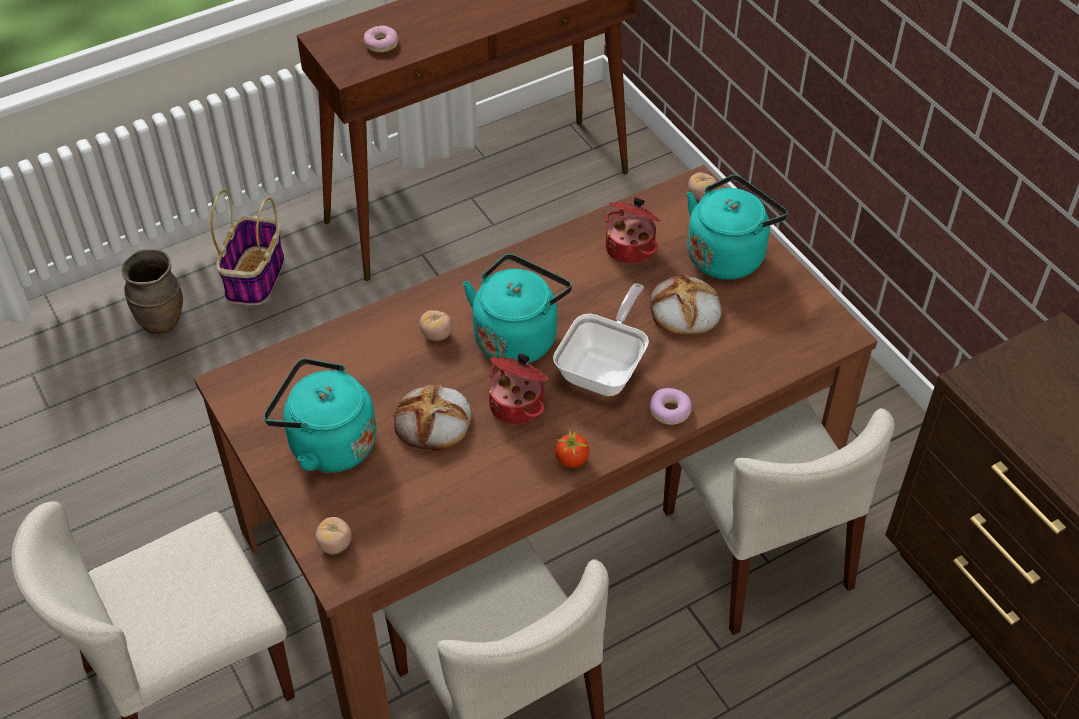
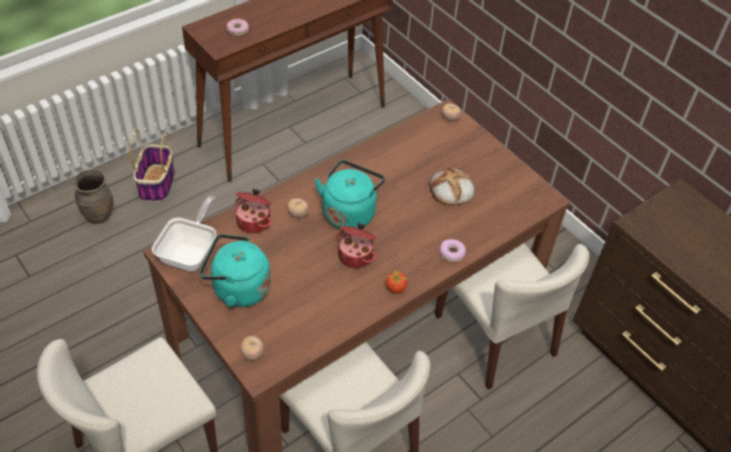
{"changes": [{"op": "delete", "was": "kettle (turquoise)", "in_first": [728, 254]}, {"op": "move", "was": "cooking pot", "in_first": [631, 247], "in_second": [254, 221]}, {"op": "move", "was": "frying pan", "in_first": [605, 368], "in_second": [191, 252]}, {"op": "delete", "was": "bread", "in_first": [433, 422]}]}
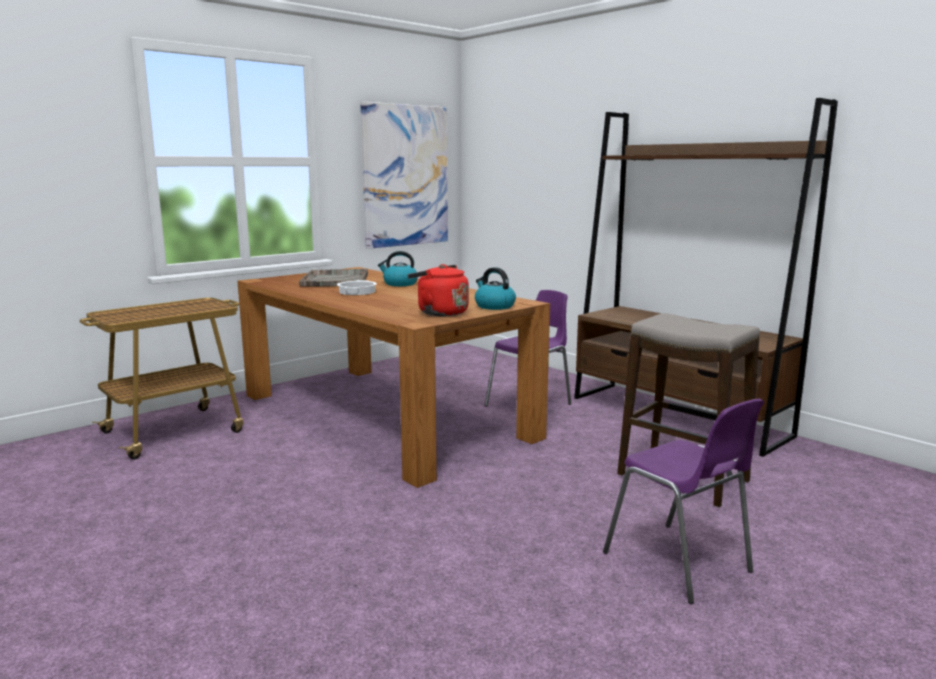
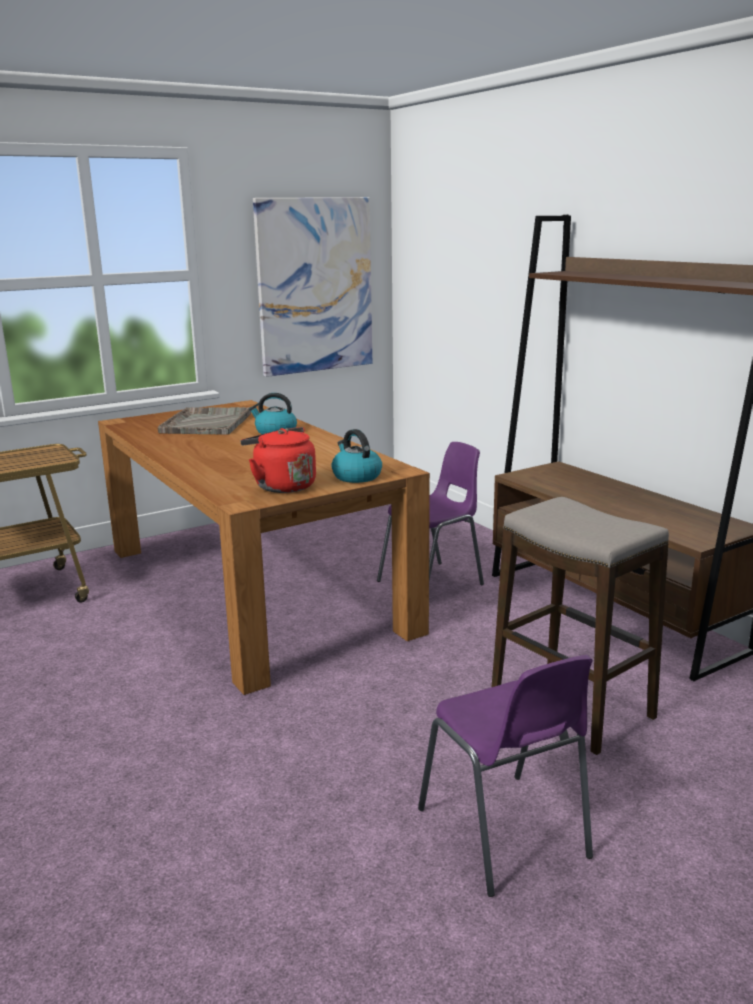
{"changes": [{"op": "delete", "was": "cooking pot", "in_first": [357, 292]}]}
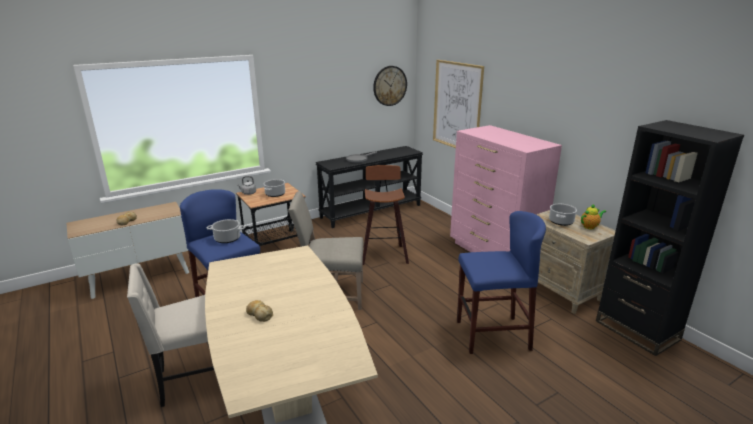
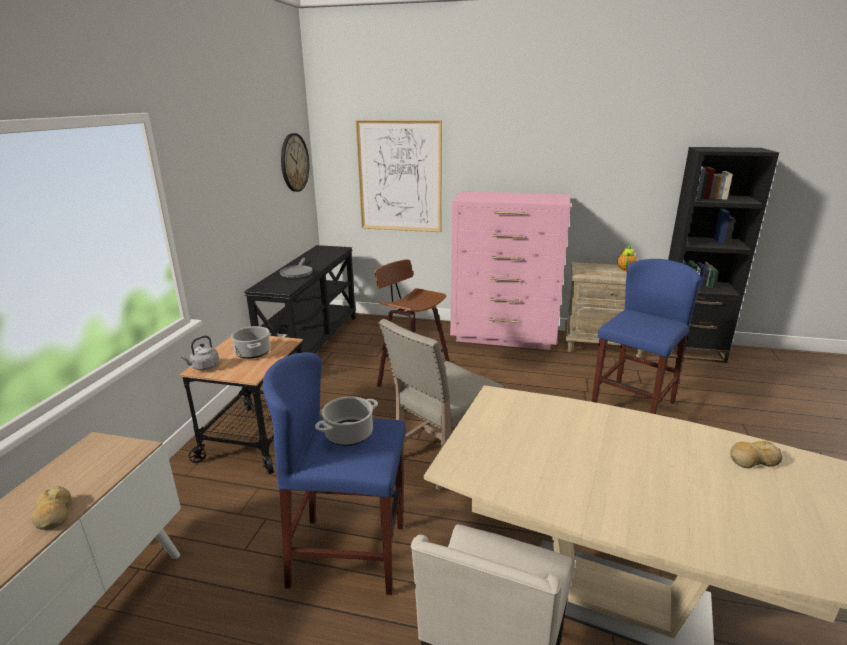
{"changes": [{"op": "delete", "was": "cooking pot", "in_first": [561, 222]}, {"op": "move", "was": "bread", "in_first": [259, 314], "in_second": [752, 460]}]}
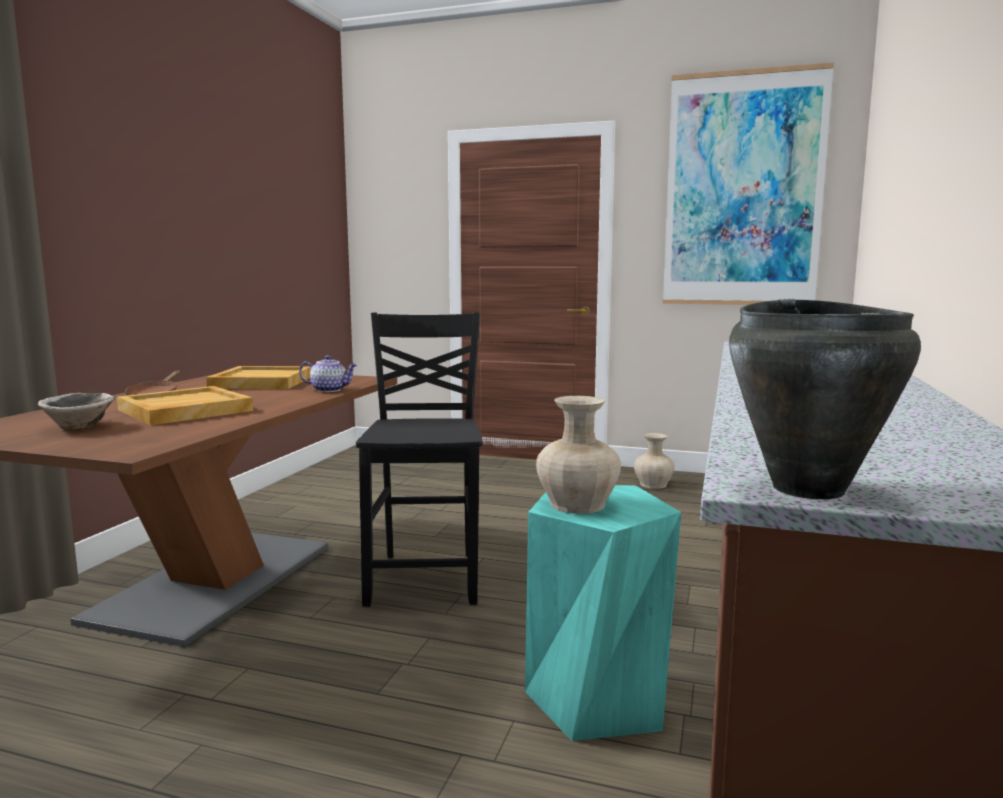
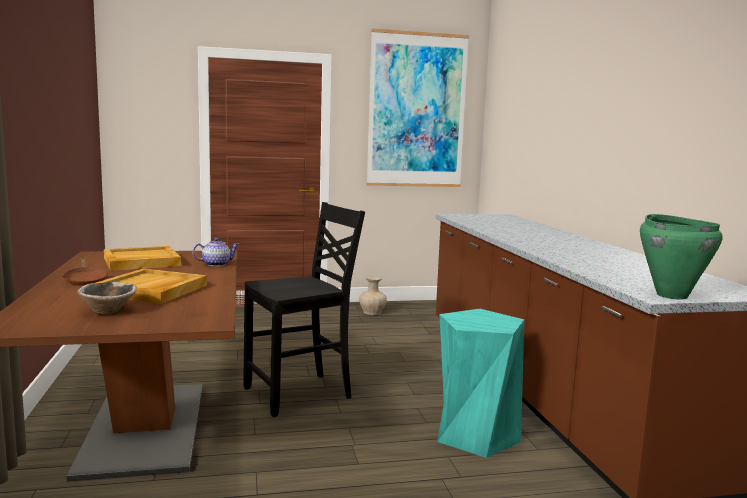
{"changes": [{"op": "recolor", "was": "cooking pot (black)", "now": "cooking pot (green)", "in_first": [809, 488], "in_second": [671, 295]}, {"op": "rotate", "was": "chair (black)", "in_first": [426, 577], "in_second": [300, 394], "clockwise": 90}, {"op": "delete", "was": "vase (beige)", "in_first": [577, 505]}]}
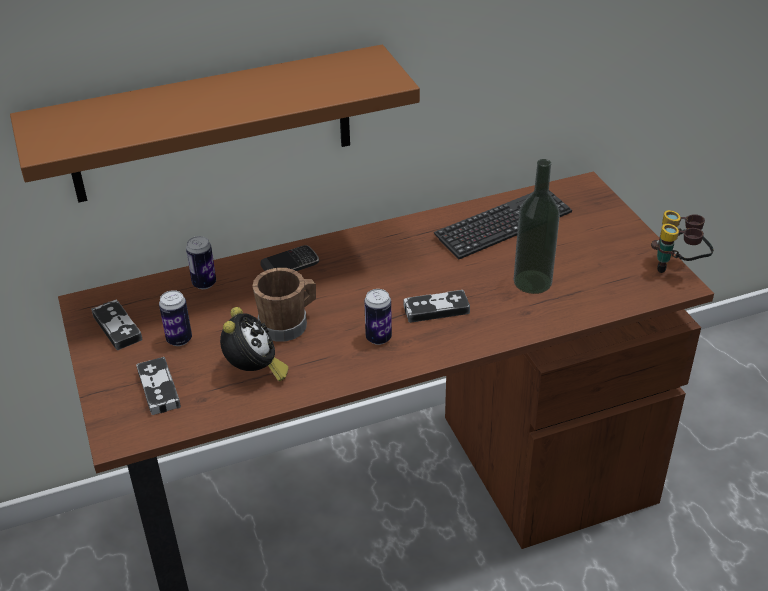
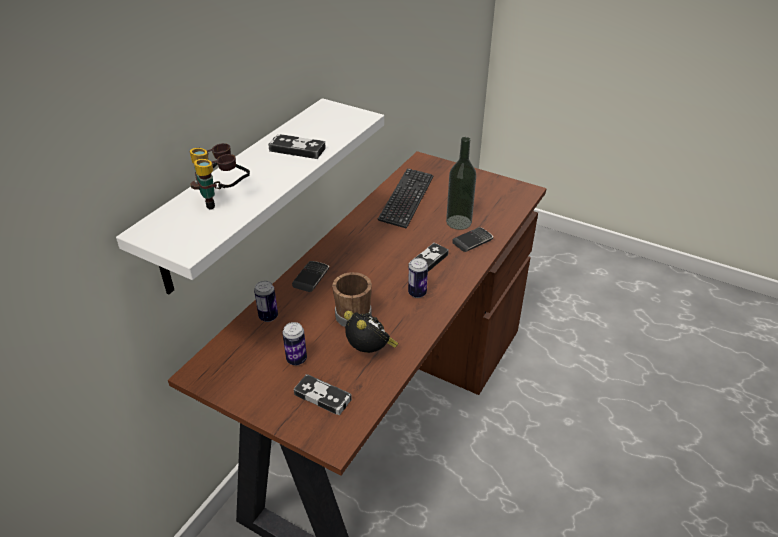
{"changes": [{"op": "recolor", "was": "shelf (brown)", "now": "shelf (white)", "in_first": [211, 125], "in_second": [240, 194]}, {"op": "move", "was": "binoculars", "in_first": [678, 267], "in_second": [224, 199]}, {"op": "move", "was": "game controller", "in_first": [117, 327], "in_second": [297, 149]}, {"op": "insert", "now": "phone", "in_second": [472, 241]}]}
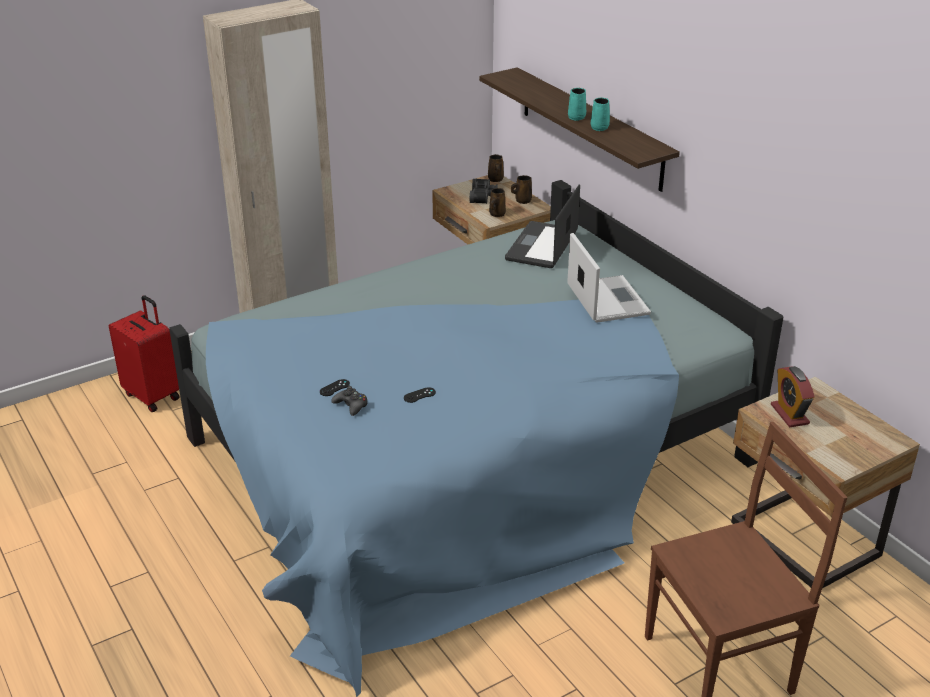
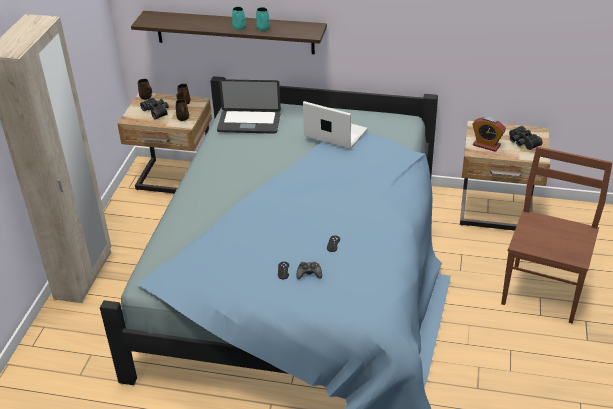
{"changes": [{"op": "rotate", "was": "laptop", "in_first": [542, 246], "in_second": [249, 123], "clockwise": -60}, {"op": "delete", "was": "suitcase (red)", "in_first": [153, 395]}, {"op": "insert", "now": "binoculars (black)", "in_second": [522, 143]}]}
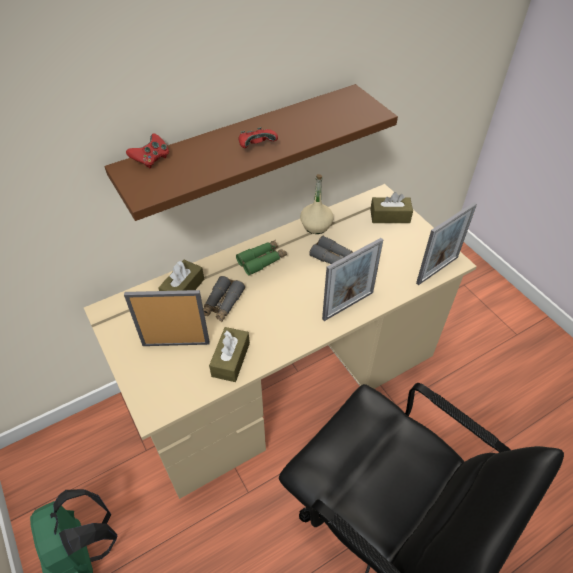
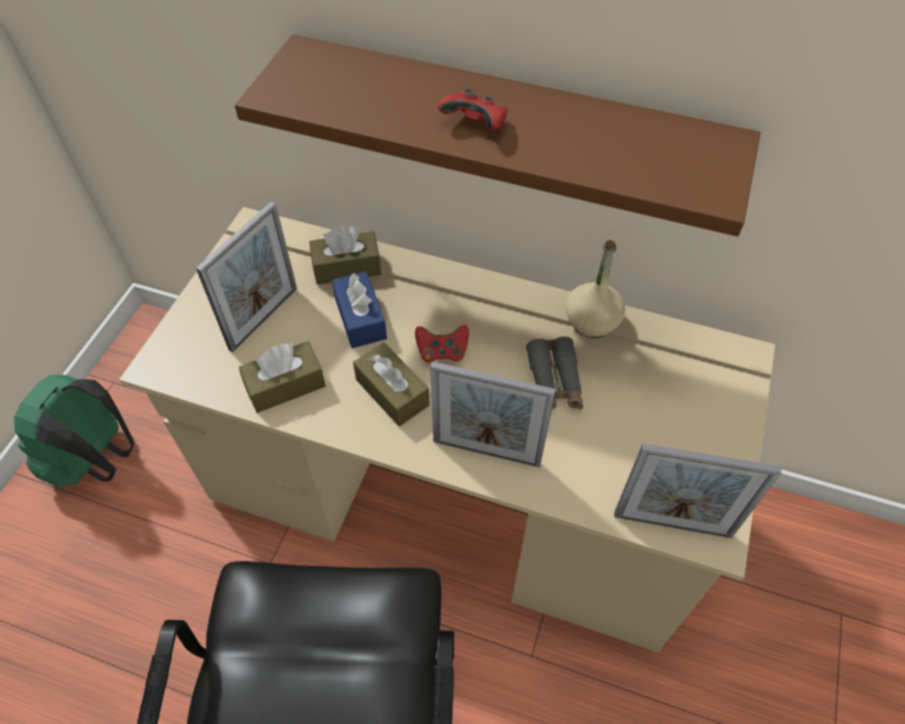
{"changes": [{"op": "move", "was": "game controller (red)", "in_first": [151, 159], "in_second": [442, 352]}, {"op": "move", "was": "tissue box (brown)", "in_first": [390, 216], "in_second": [392, 392]}, {"op": "delete", "was": "binoculars (green)", "in_first": [262, 260]}, {"op": "replace", "was": "binoculars (grey)", "now": "tissue box (blue)", "in_first": [222, 304], "in_second": [360, 318]}, {"op": "rotate", "was": "picture frame", "in_first": [176, 343], "in_second": [264, 318], "clockwise": 75}]}
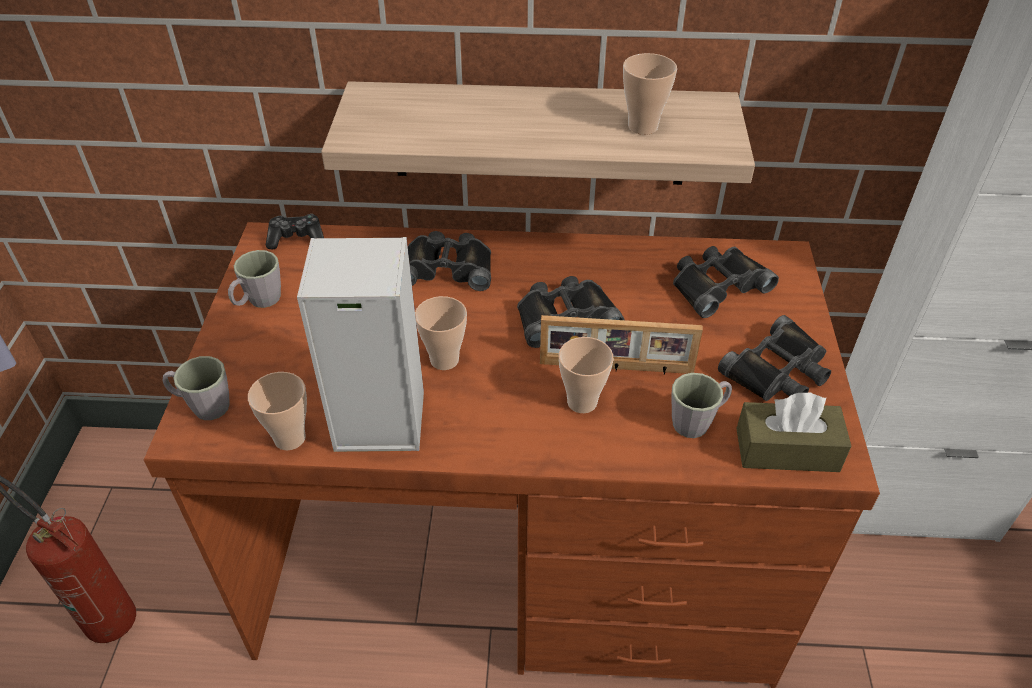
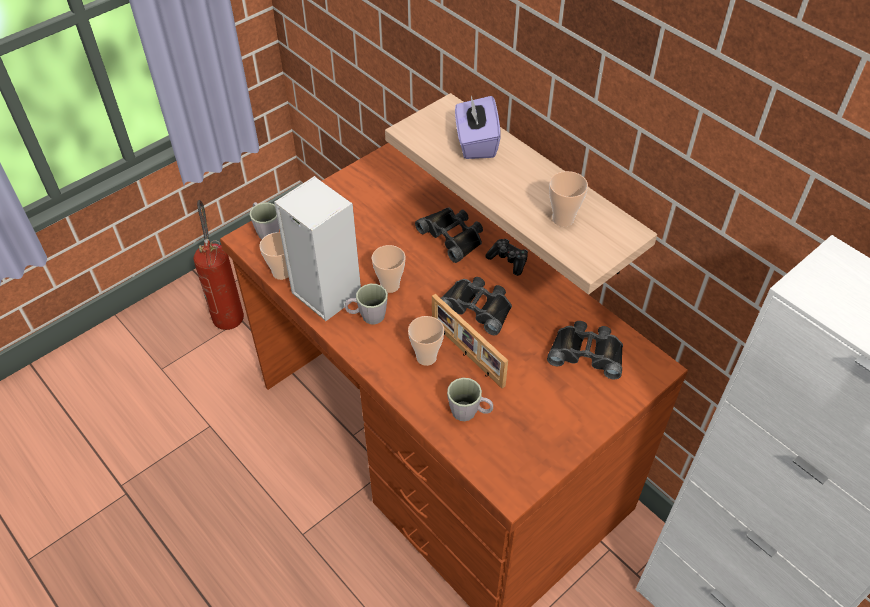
{"changes": [{"op": "move", "was": "game controller", "in_first": [296, 238], "in_second": [508, 260]}, {"op": "move", "was": "mug (grey)", "in_first": [258, 301], "in_second": [367, 316]}, {"op": "delete", "was": "binoculars (black)", "in_first": [778, 371]}, {"op": "delete", "was": "tissue box (brown)", "in_first": [787, 450]}, {"op": "insert", "now": "tissue box (purple)", "in_second": [476, 143]}]}
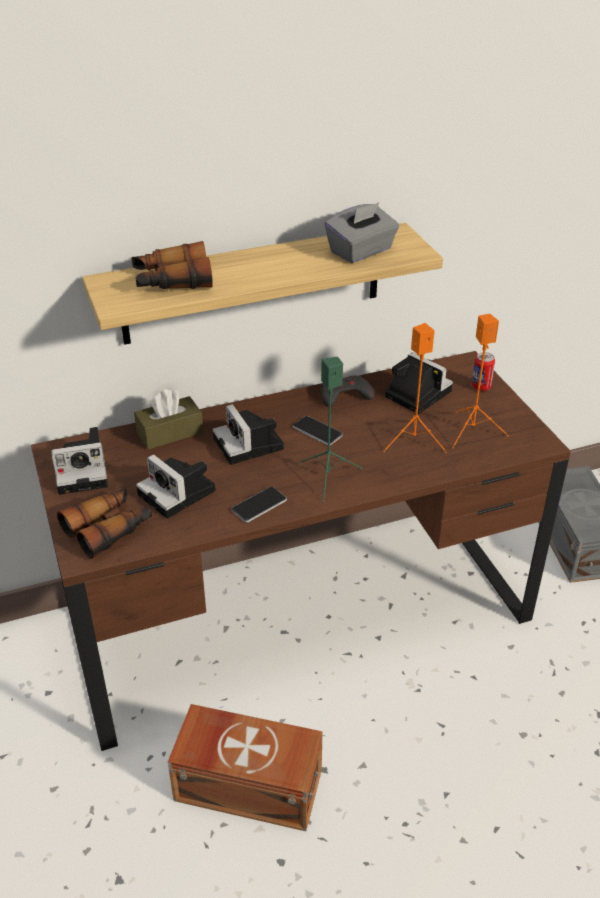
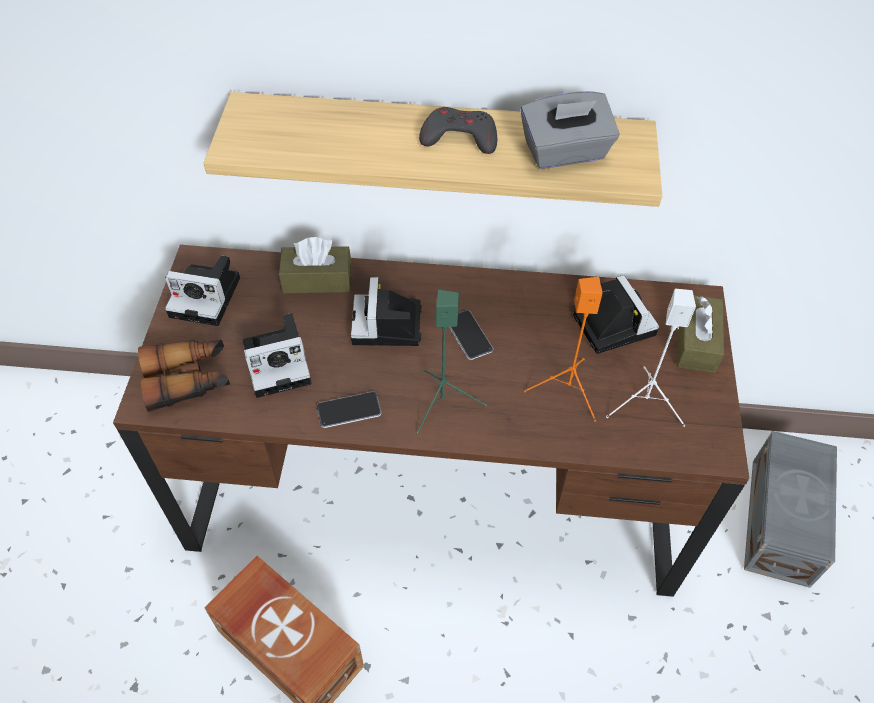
{"changes": [{"op": "delete", "was": "binoculars", "in_first": [172, 281]}, {"op": "recolor", "was": "speaker (orange)", "now": "speaker (white)", "in_first": [473, 431], "in_second": [646, 403]}, {"op": "replace", "was": "can", "now": "tissue box (brown)", "in_first": [481, 387], "in_second": [696, 342]}, {"op": "move", "was": "game controller (grey)", "in_first": [345, 395], "in_second": [459, 137]}, {"op": "rotate", "was": "photo camera", "in_first": [179, 493], "in_second": [280, 362], "clockwise": -90}]}
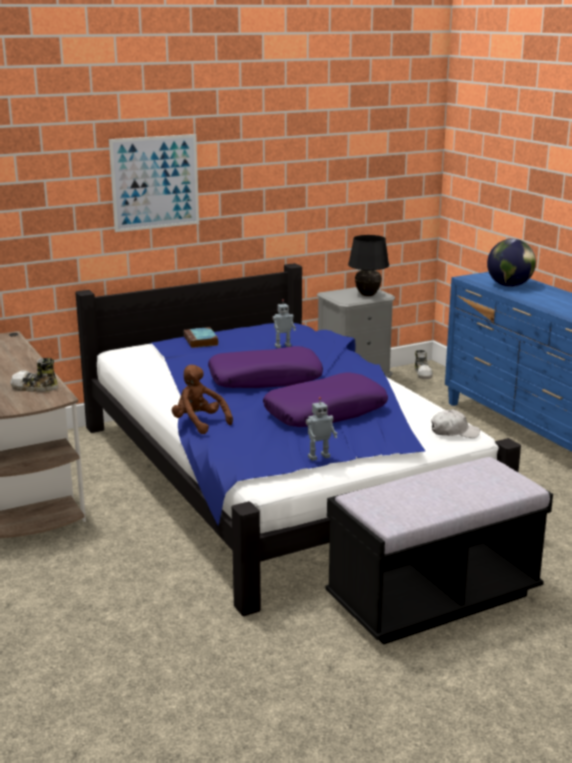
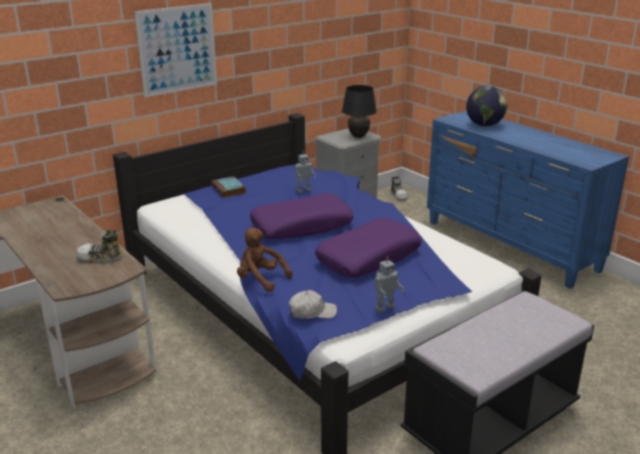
{"changes": [{"op": "move", "was": "cap (white)", "in_first": [454, 432], "in_second": [312, 312]}]}
